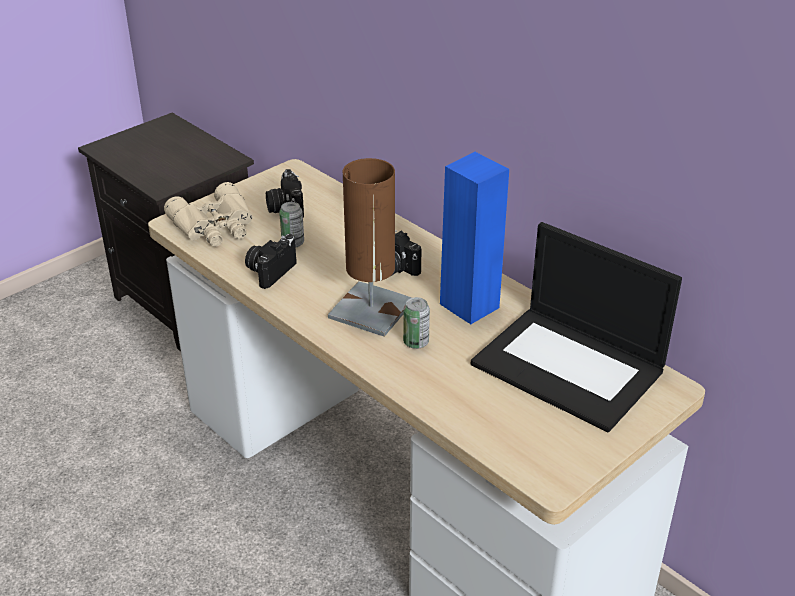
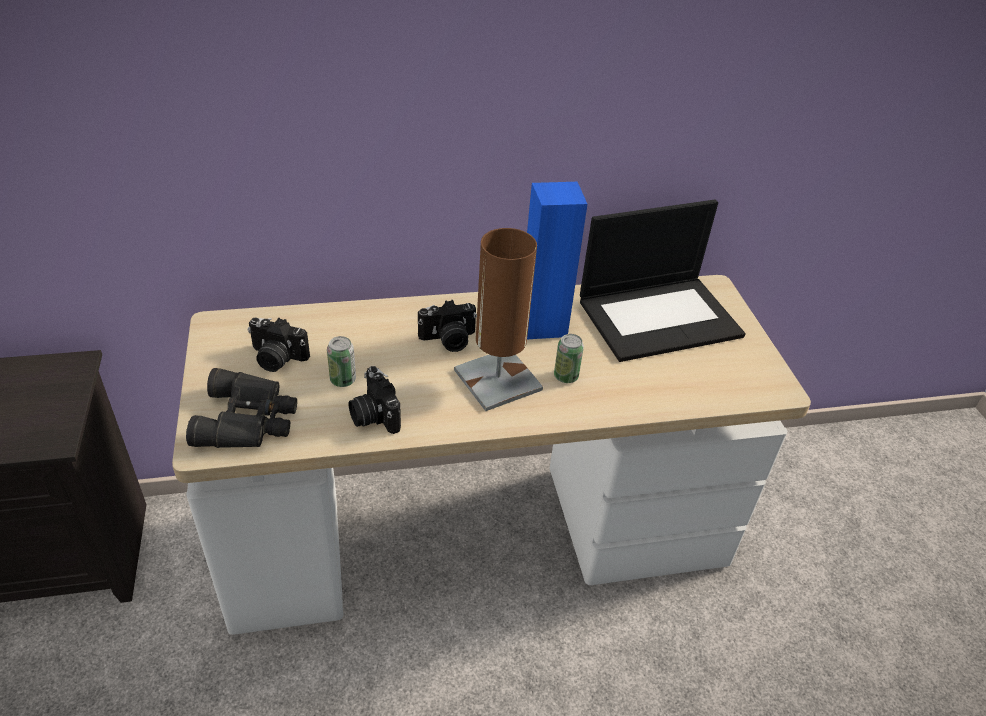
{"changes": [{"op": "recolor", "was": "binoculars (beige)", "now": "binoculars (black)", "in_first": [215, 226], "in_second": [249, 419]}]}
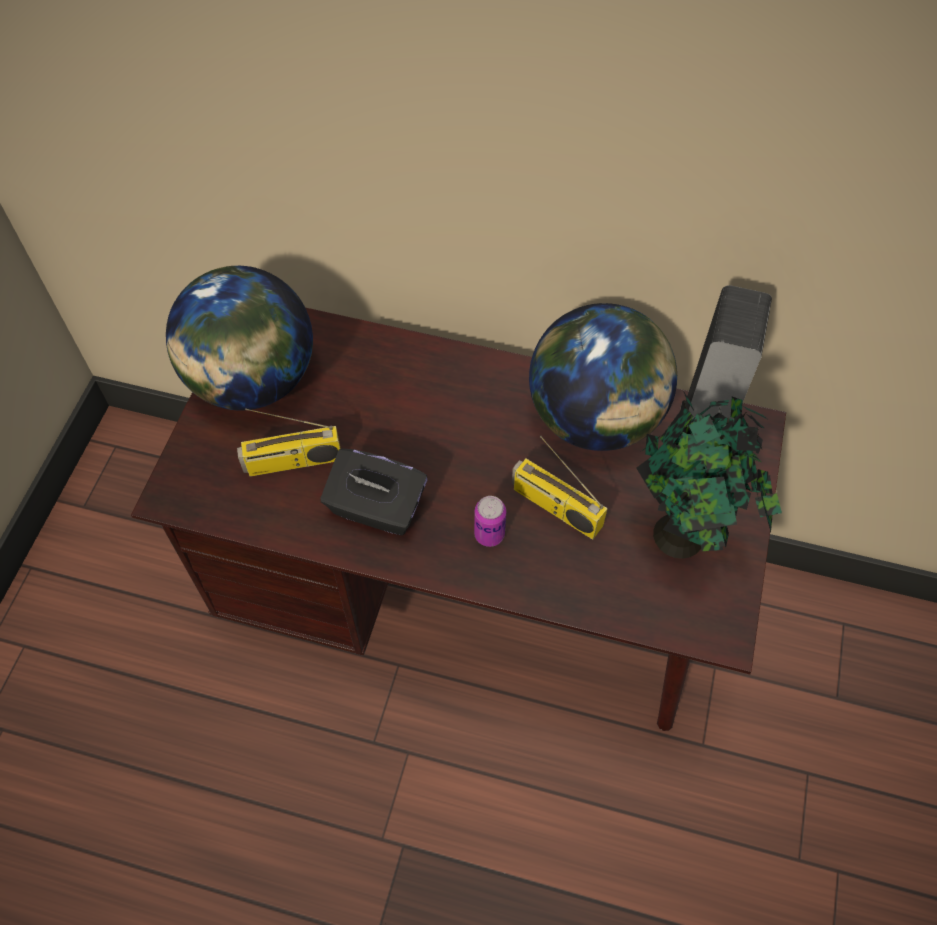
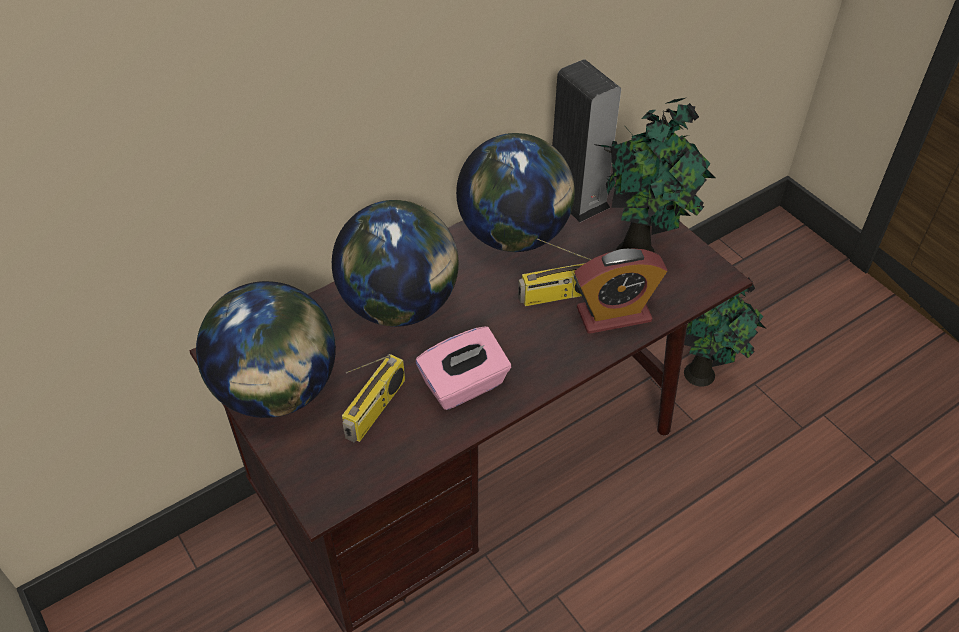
{"changes": [{"op": "recolor", "was": "tissue box (black)", "now": "tissue box (pink)", "in_first": [376, 508], "in_second": [464, 385]}, {"op": "delete", "was": "can", "in_first": [489, 534]}, {"op": "insert", "now": "globe", "in_second": [400, 305]}, {"op": "insert", "now": "alarm clock", "in_second": [614, 315]}, {"op": "insert", "now": "potted plant", "in_second": [702, 374]}]}
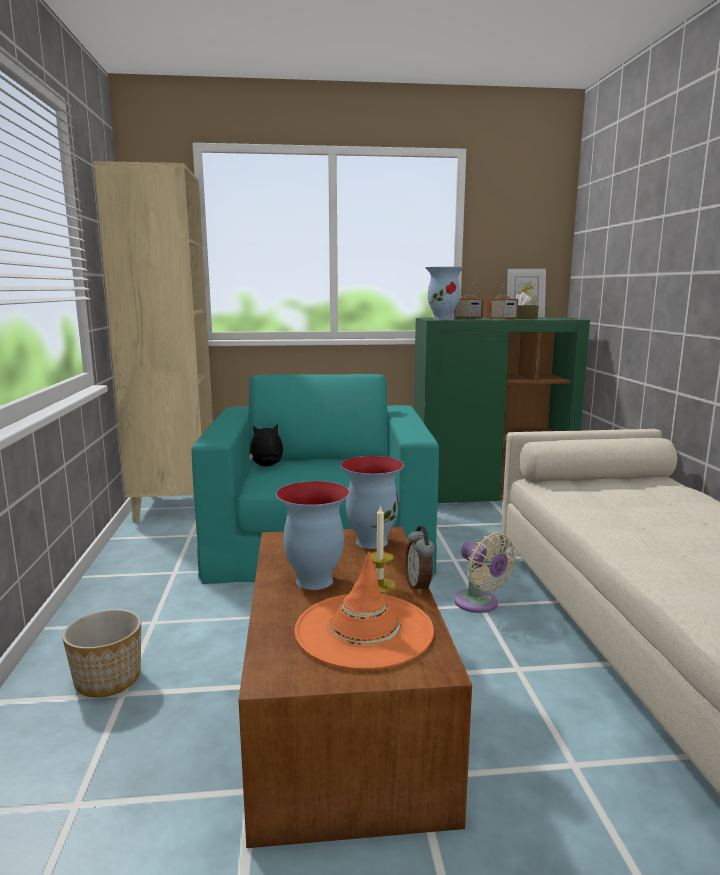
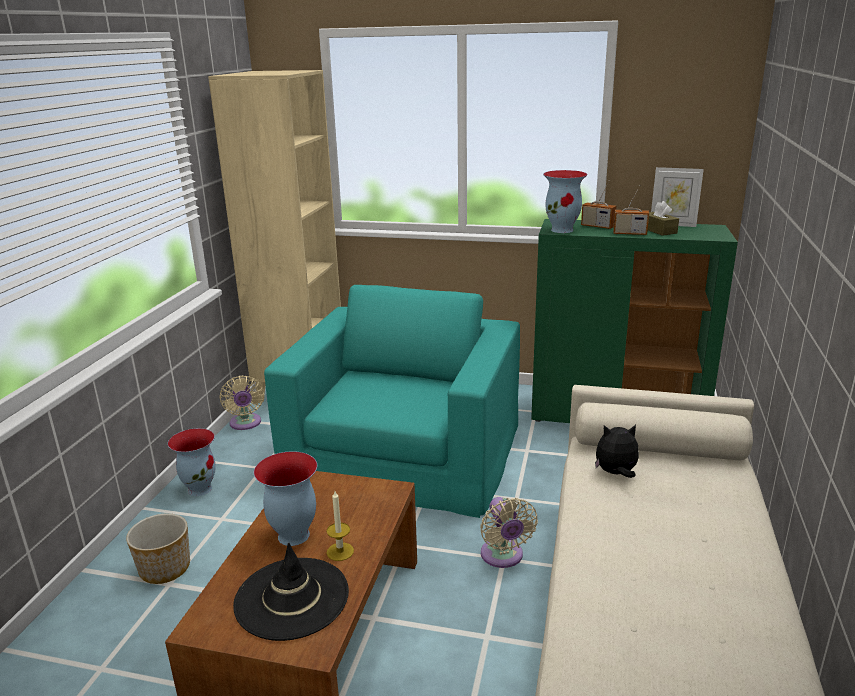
{"changes": [{"op": "move", "was": "plush toy", "in_first": [267, 466], "in_second": [616, 473]}, {"op": "move", "was": "vase", "in_first": [371, 541], "in_second": [200, 489]}, {"op": "delete", "was": "alarm clock", "in_first": [419, 586]}, {"op": "recolor", "was": "hat (orange)", "now": "hat (black)", "in_first": [364, 630], "in_second": [292, 598]}, {"op": "insert", "now": "fan (beige)", "in_second": [245, 424]}]}
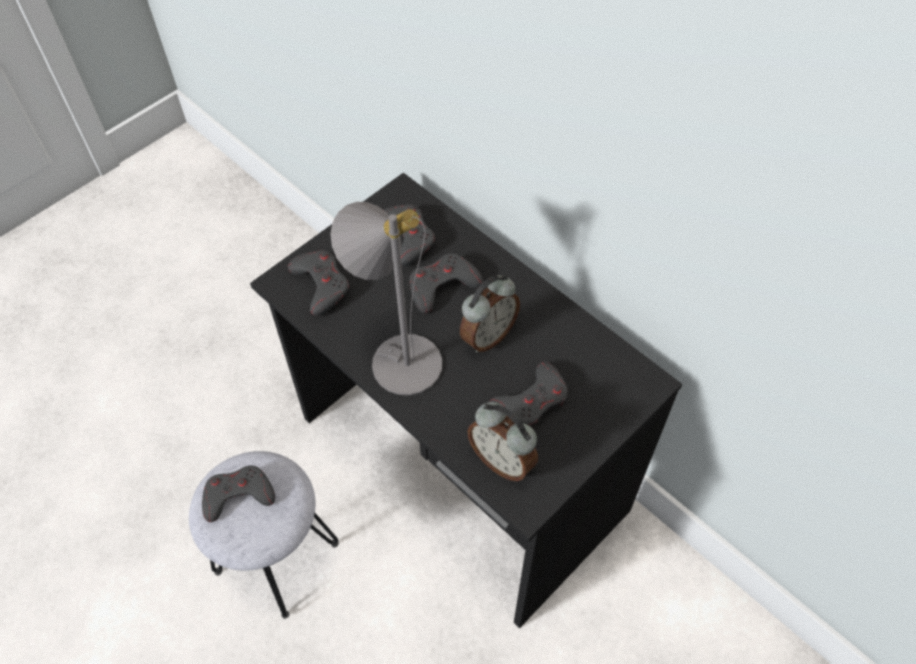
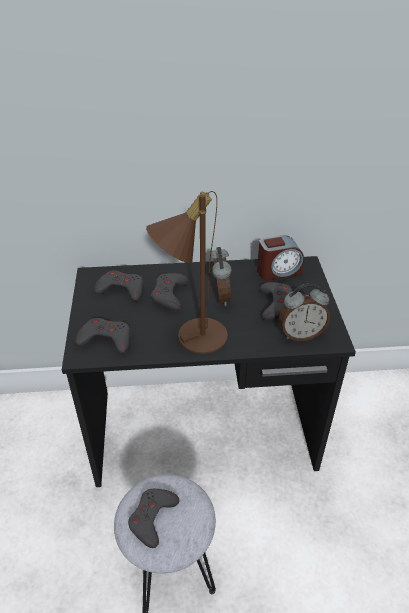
{"changes": [{"op": "recolor", "was": "table lamp (grey)", "now": "table lamp (brown)", "in_first": [397, 355], "in_second": [192, 335]}, {"op": "insert", "now": "alarm clock", "in_second": [278, 271]}]}
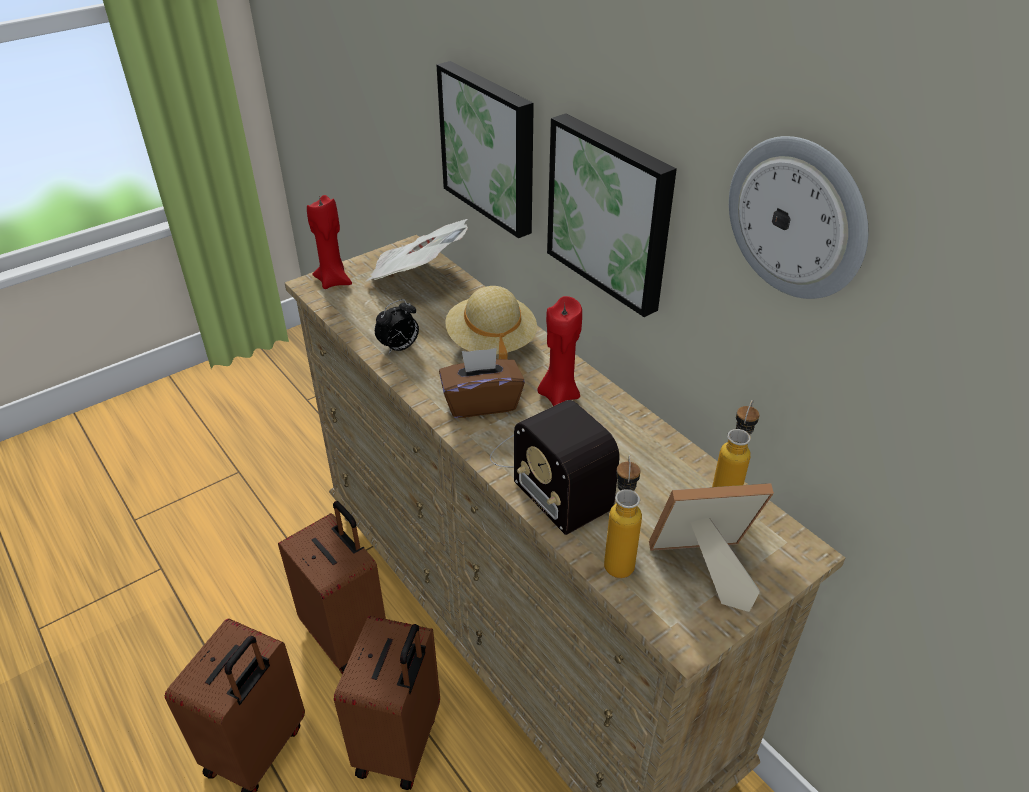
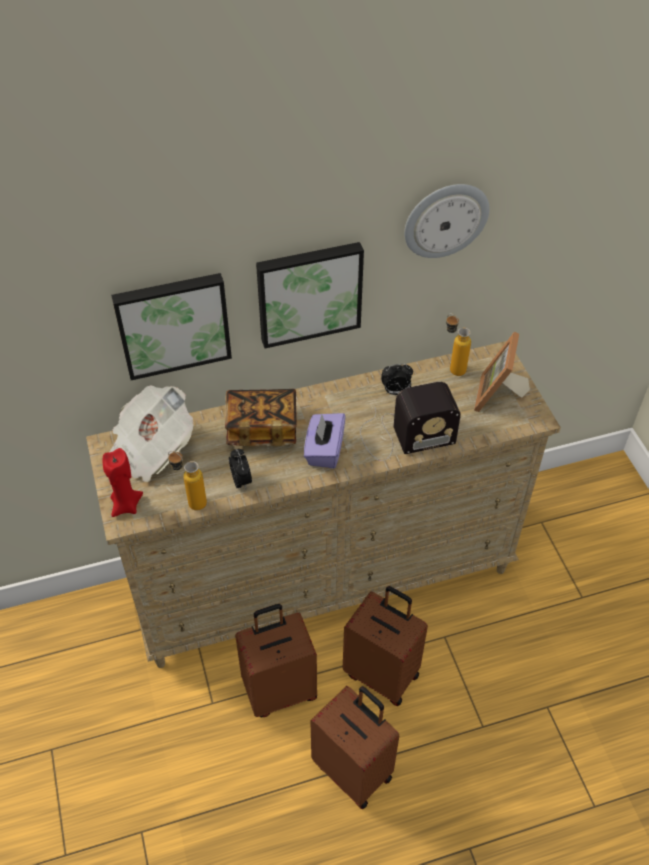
{"changes": [{"op": "replace", "was": "hat (beige)", "now": "book", "in_first": [491, 342], "in_second": [262, 428]}, {"op": "delete", "was": "candle (red)", "in_first": [559, 395]}, {"op": "recolor", "was": "tissue box (brown)", "now": "tissue box (purple)", "in_first": [481, 402], "in_second": [324, 450]}, {"op": "move", "was": "bottle", "in_first": [619, 557], "in_second": [191, 501]}, {"op": "insert", "now": "alarm clock", "in_second": [395, 391]}]}
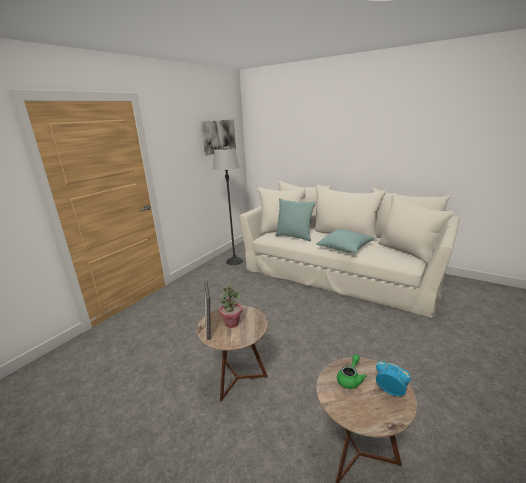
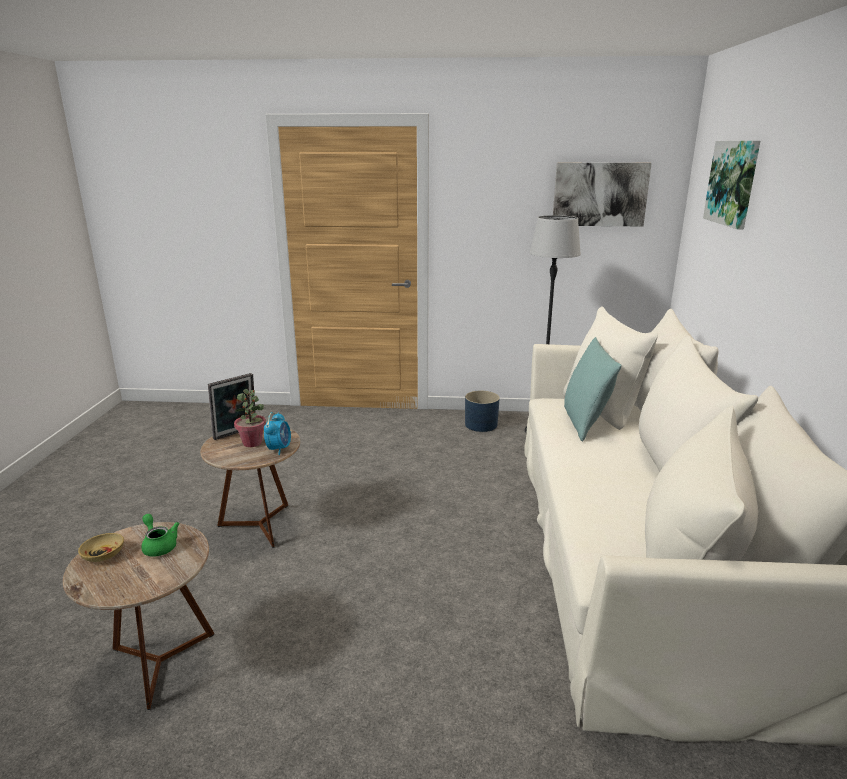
{"changes": [{"op": "delete", "was": "pillow (turquoise)", "in_first": [345, 247]}, {"op": "rotate", "was": "teapot (green)", "in_first": [350, 379], "in_second": [159, 545], "clockwise": -135}, {"op": "move", "was": "alarm clock", "in_first": [390, 391], "in_second": [279, 449]}, {"op": "insert", "now": "picture", "in_second": [733, 183]}, {"op": "insert", "now": "planter (blue)", "in_second": [481, 424]}, {"op": "insert", "now": "bowl (beige)", "in_second": [103, 555]}]}
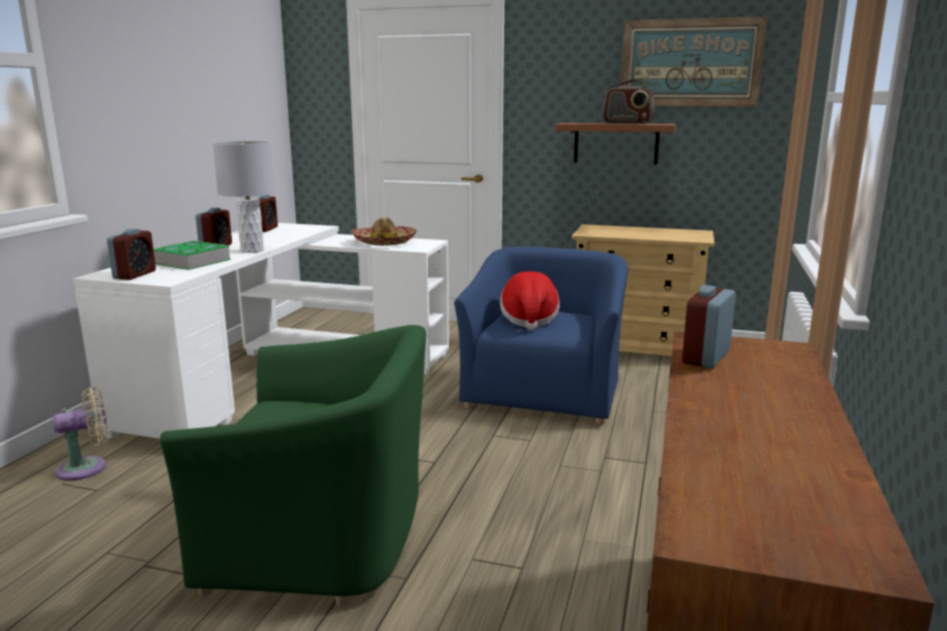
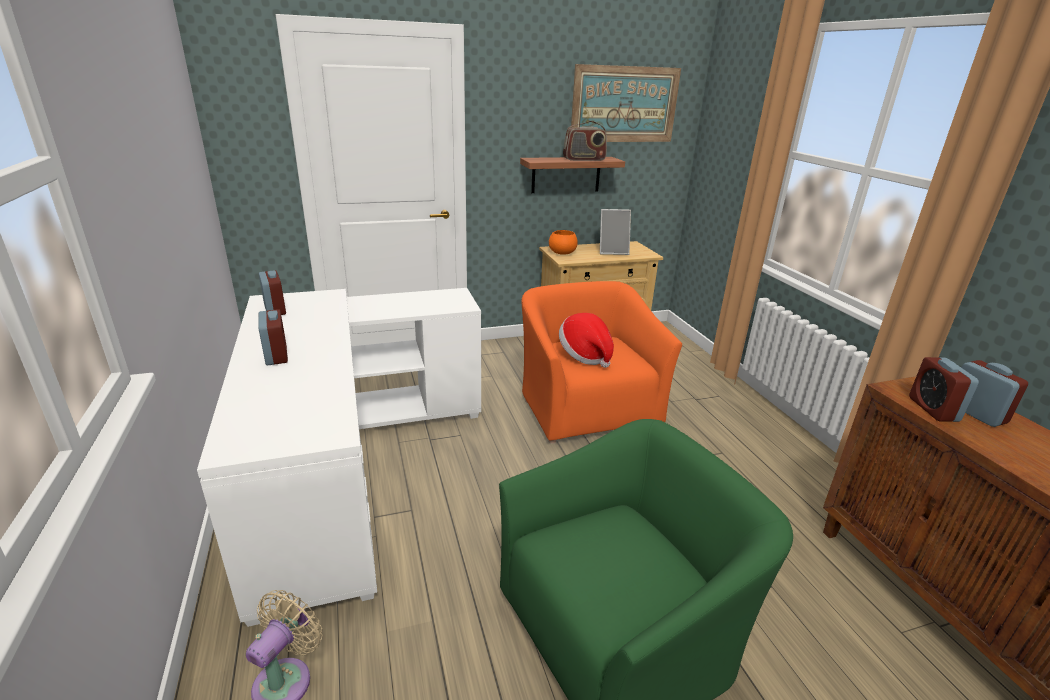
{"changes": [{"op": "delete", "was": "table lamp (grey)", "in_first": [252, 250]}, {"op": "delete", "was": "hat", "in_first": [385, 242]}, {"op": "move", "was": "alarm clock", "in_first": [135, 275], "in_second": [976, 413]}, {"op": "delete", "was": "book", "in_first": [191, 261]}, {"op": "recolor", "was": "armchair (blue)", "now": "armchair (orange)", "in_first": [544, 392], "in_second": [586, 407]}, {"op": "insert", "now": "picture frame", "in_second": [613, 251]}, {"op": "insert", "now": "bowl (orange)", "in_second": [562, 253]}]}
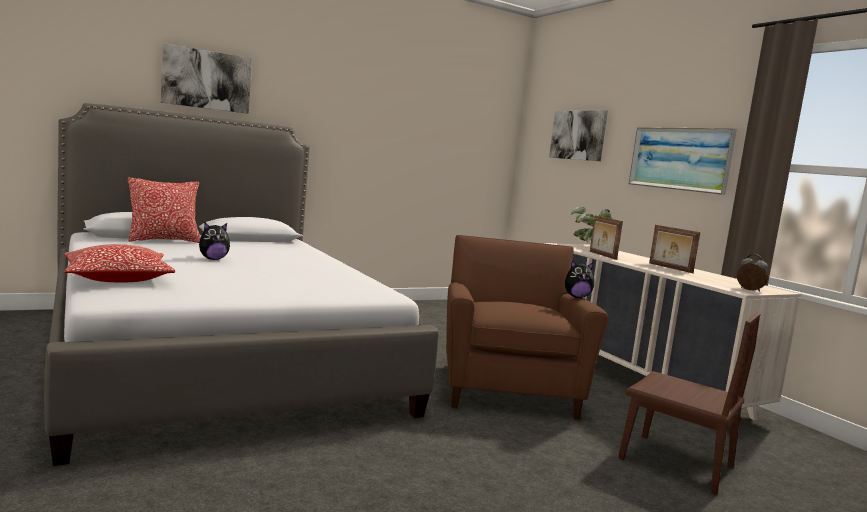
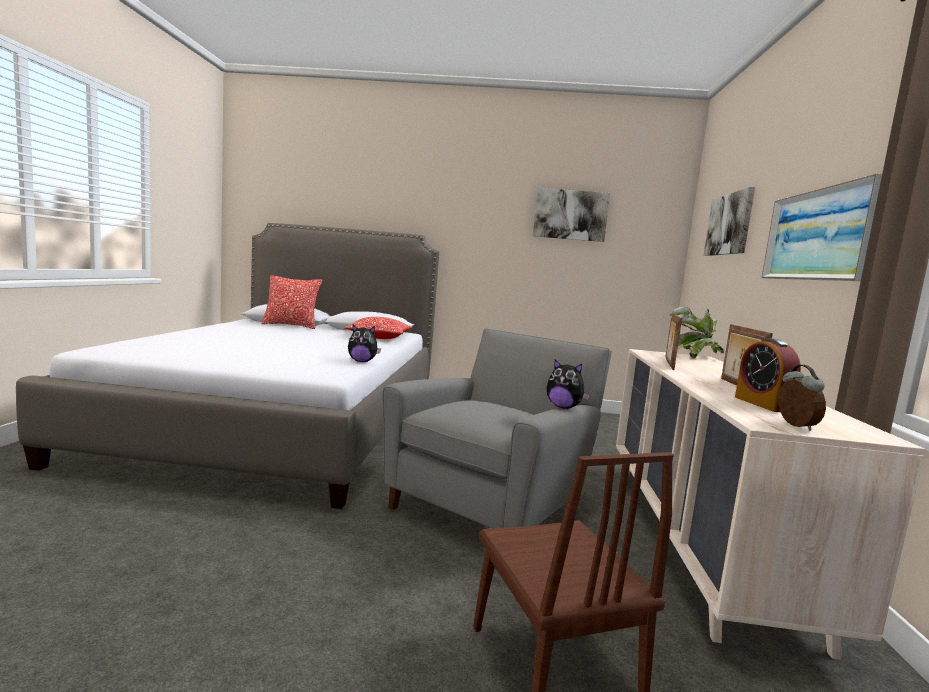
{"changes": [{"op": "move", "was": "picture", "in_first": [207, 80], "in_second": [570, 215]}, {"op": "move", "was": "plush toy", "in_first": [213, 259], "in_second": [362, 361]}, {"op": "recolor", "was": "armchair (brown)", "now": "armchair (grey)", "in_first": [506, 386], "in_second": [492, 503]}, {"op": "move", "was": "pillow", "in_first": [118, 279], "in_second": [379, 337]}, {"op": "insert", "now": "alarm clock", "in_second": [762, 404]}]}
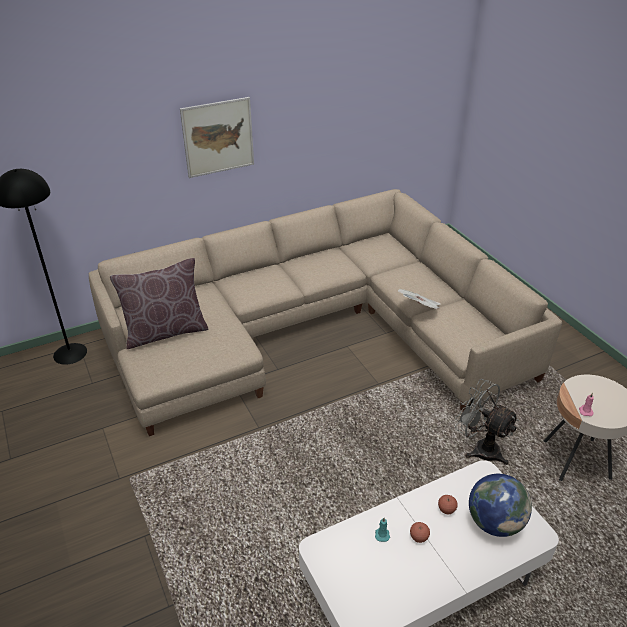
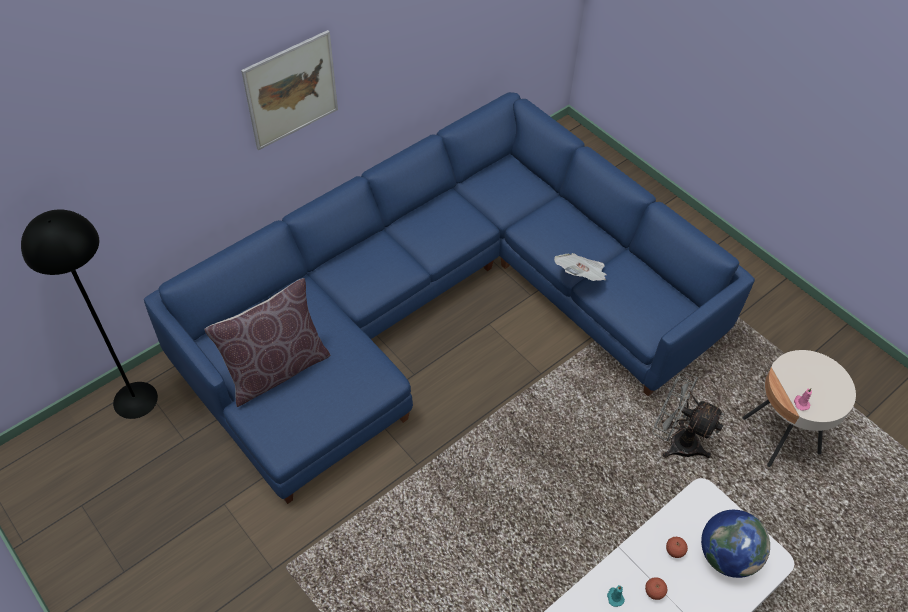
{"changes": [{"op": "recolor", "was": "sofa (beige)", "now": "sofa (blue)", "in_first": [315, 330], "in_second": [442, 306]}]}
